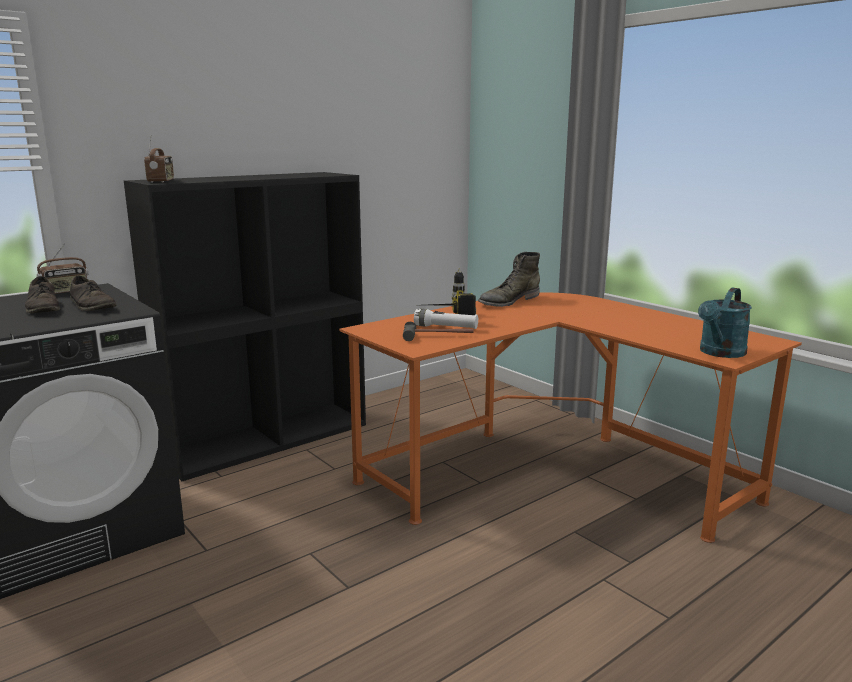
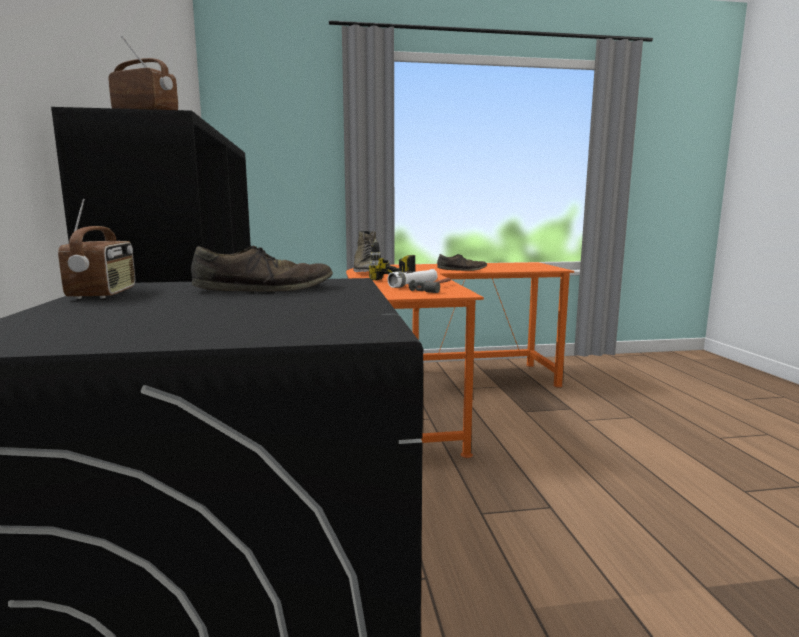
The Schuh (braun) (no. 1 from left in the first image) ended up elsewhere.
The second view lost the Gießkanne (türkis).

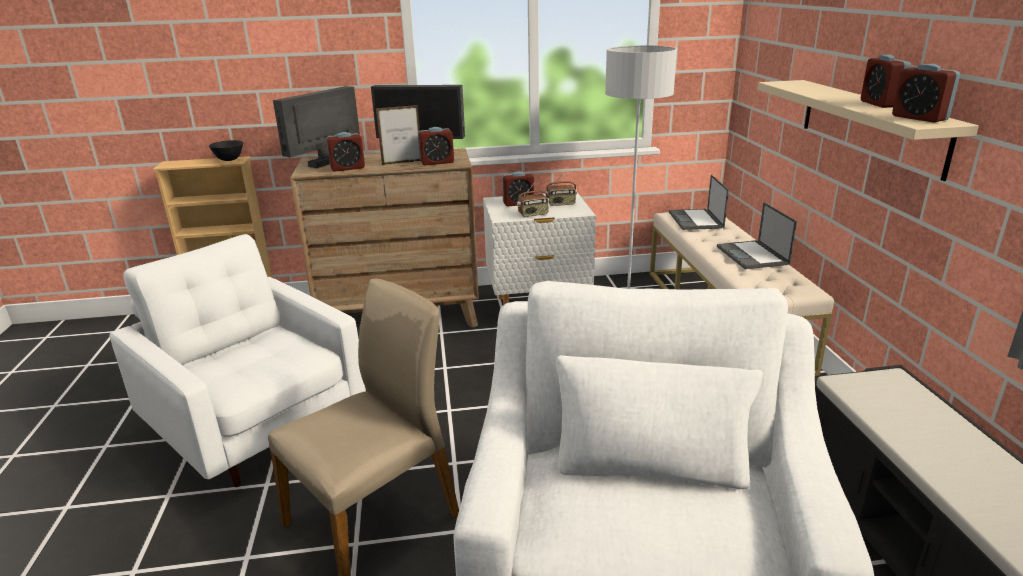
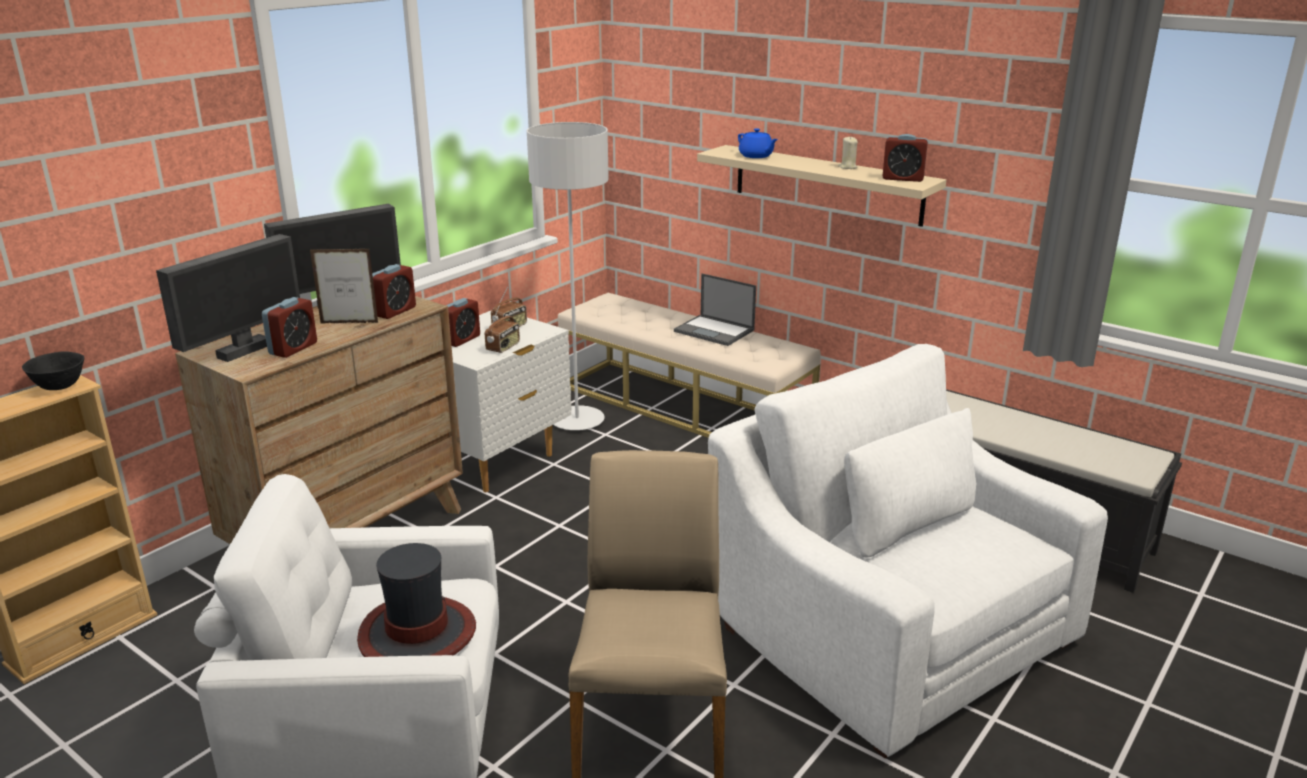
The Monitor (no. 1 from left) ended up facing another way, 135 degrees counterclockwise from before.
The Bilderrahmen ended up facing another way, 60 degrees clockwise from before.
The second view gained the Hut.
The second view gained the Teekanne (blau).
Where the Wecker (no. 4 from left) stood, the Kerze (beige) came to stand.
The second view lost the Laptop (no. 1 from left).

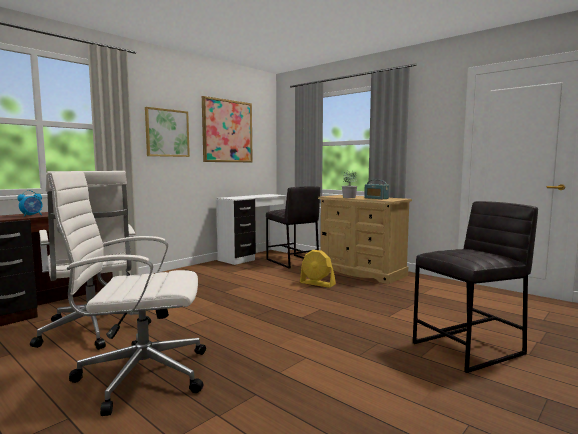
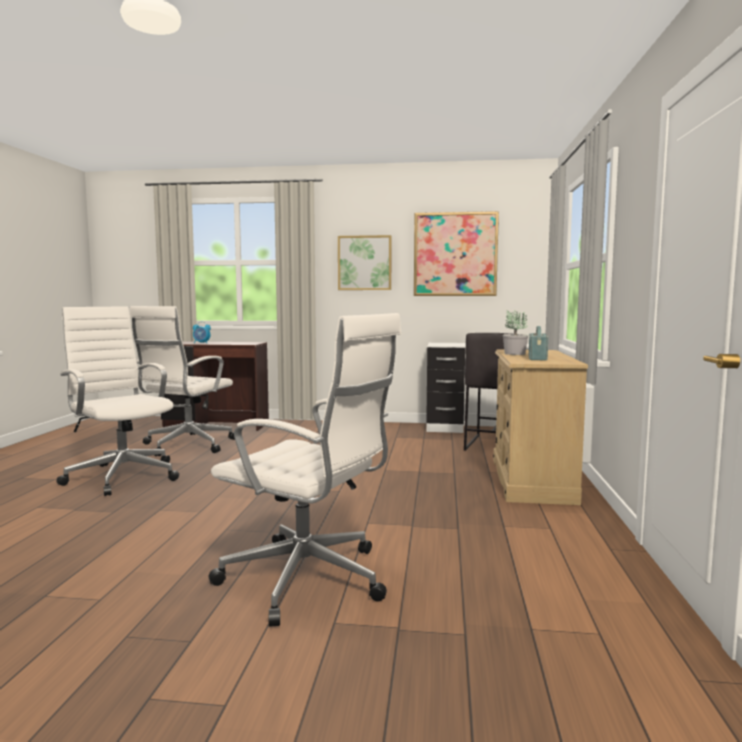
Where the Hocker (grau) (no. 2 from left) stood, the Bürostuhl (weiß) (no. 3 from left) came to stand.
The second view lost the Ventilator (gelb).

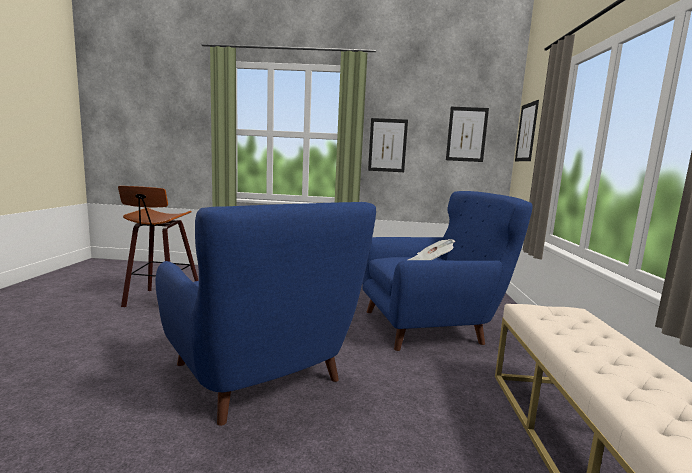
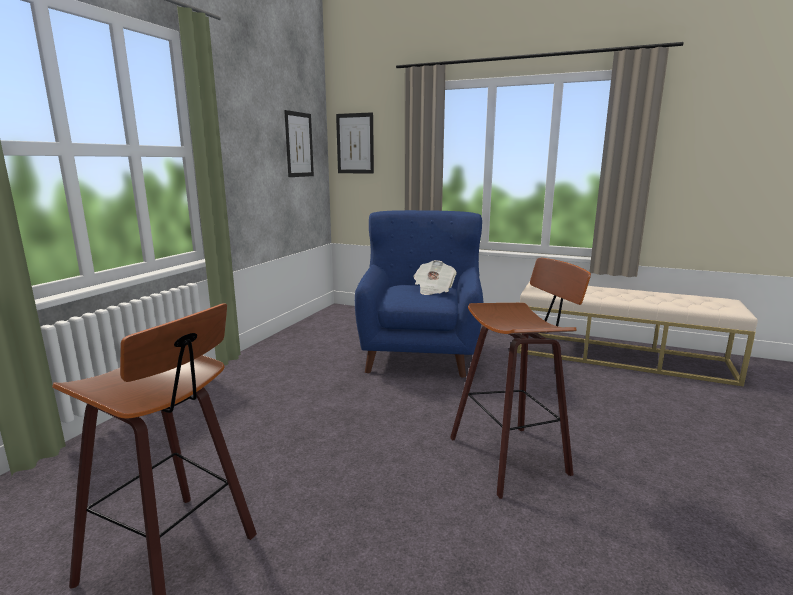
Where the Sessel (blau) (no. 1 from left) stood, the Hocker (no. 2 from left) came to stand.
The second view lost the Bild (no. 1 from left).

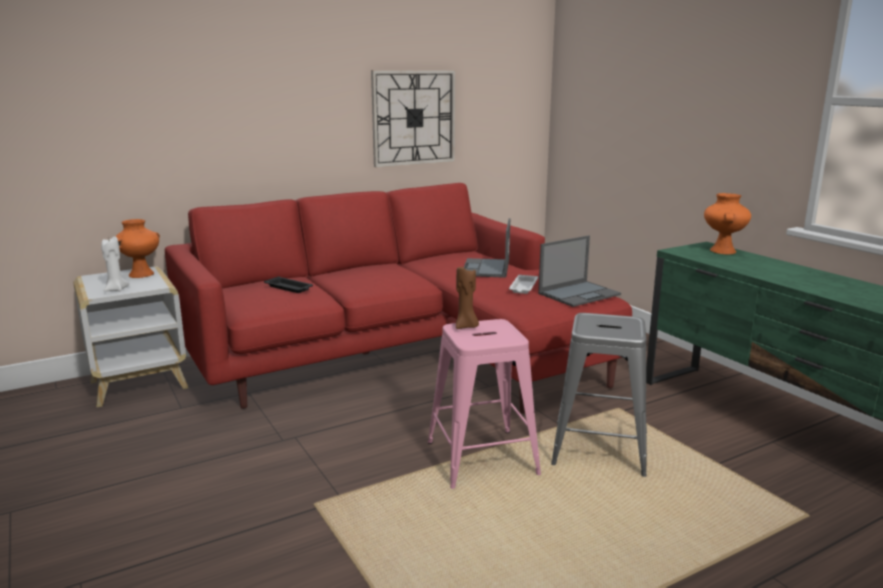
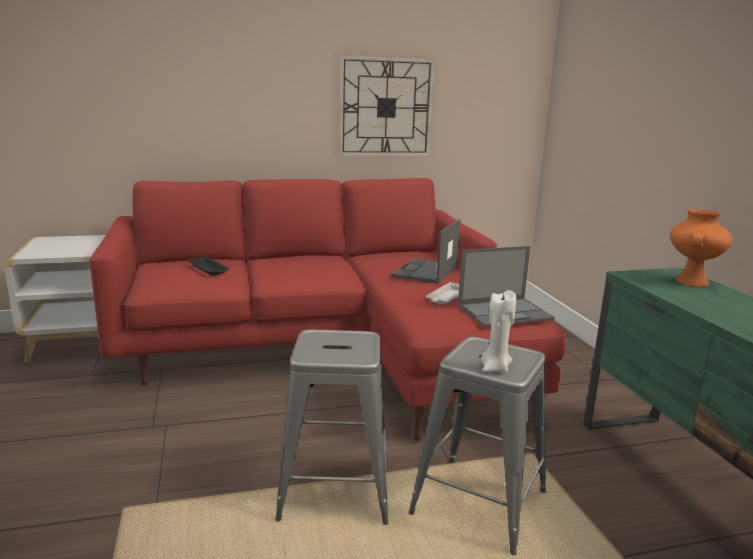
What was the Hocker (rosa) turned into the Hocker (grau) (no. 1 from left).
The Kerze (weiß) ended up elsewhere.
The second view lost the Vase (orange) (no. 1 from left).
The second view lost the Kerze (braun).

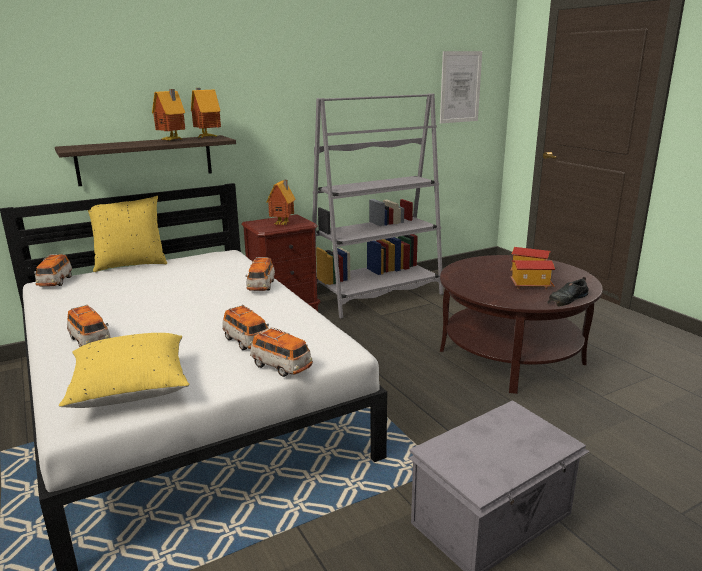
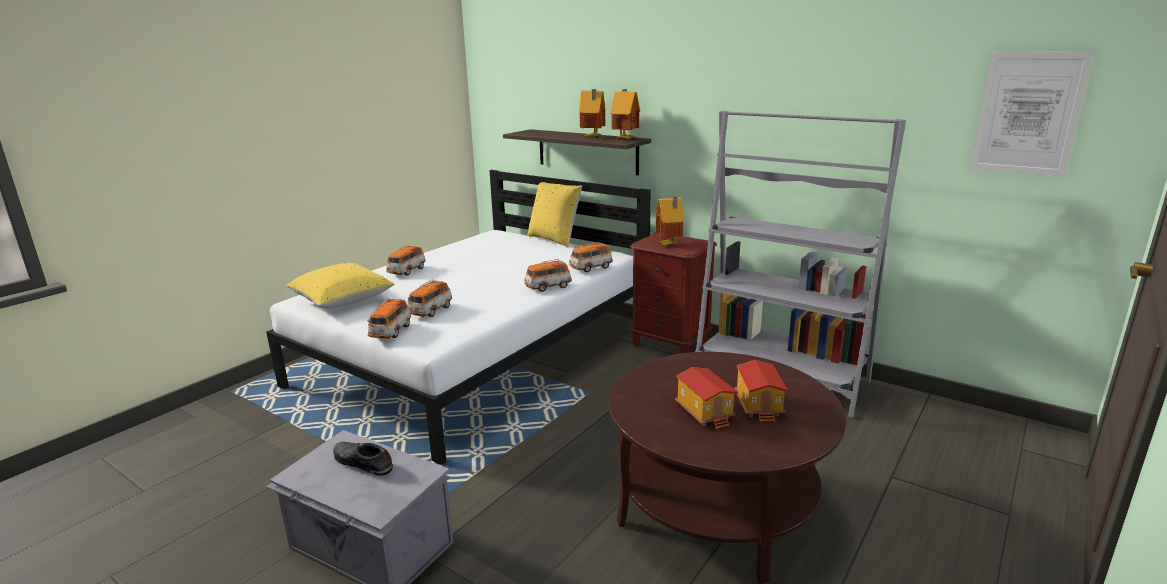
The Schuh (schwarz) ended up elsewhere.
The Spielzeugauto (no. 1 from left in the first image) ended up elsewhere.

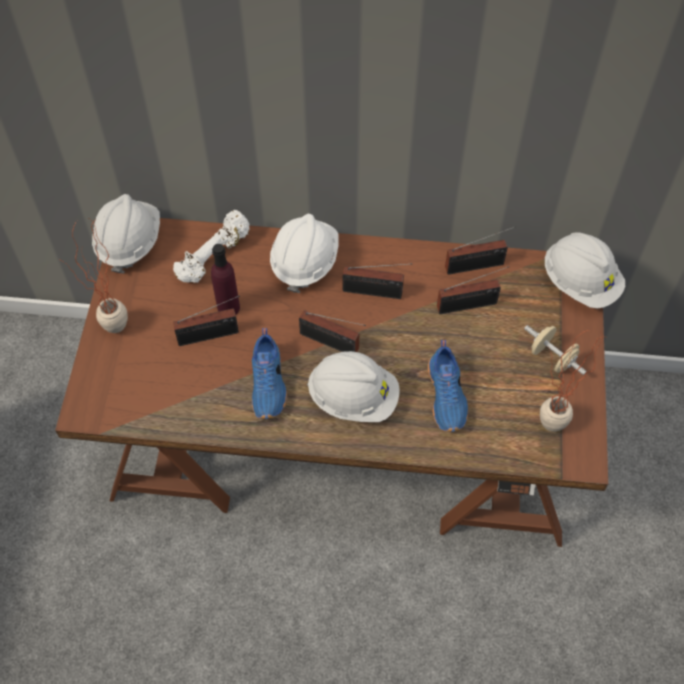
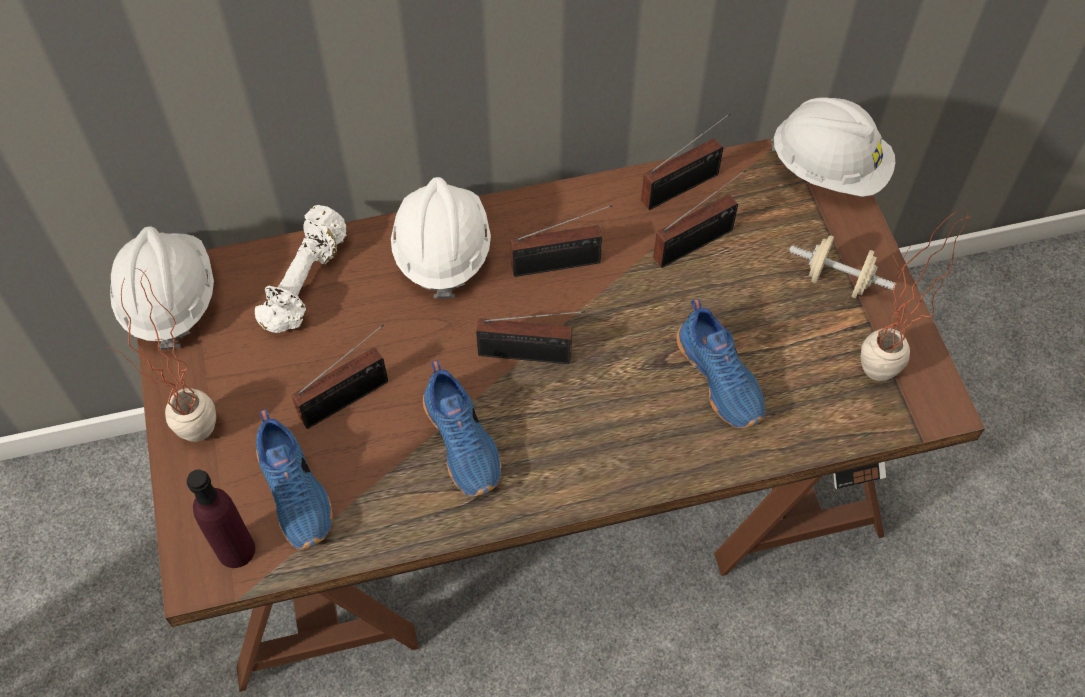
The Flasche (lila) ended up elsewhere.
The second view gained the Schuh (blau) (no. 1 from left).
The second view lost the Schutzhelm (weiß) (no. 3 from left).

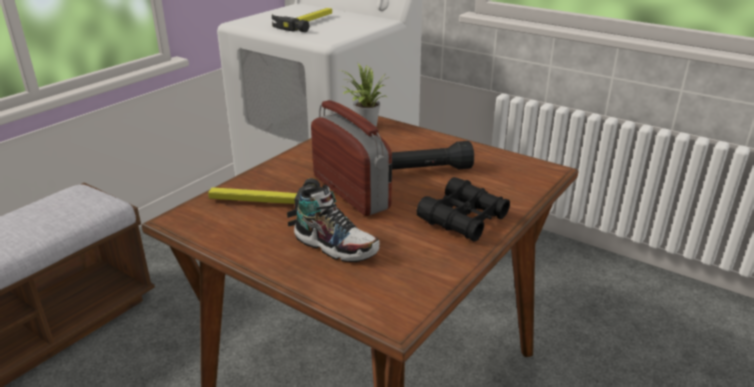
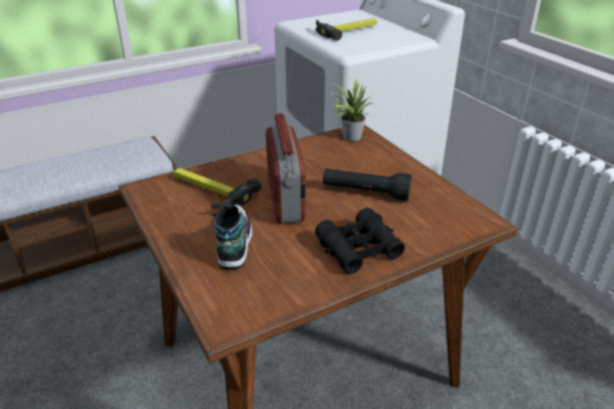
The Schuh ended up facing another way, 150 degrees counterclockwise from before.

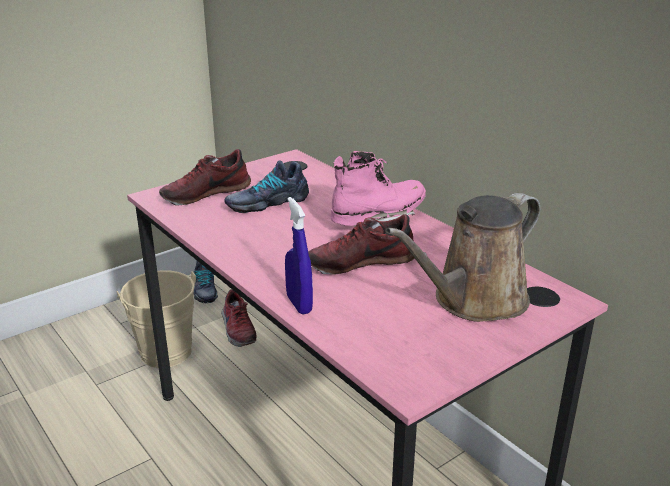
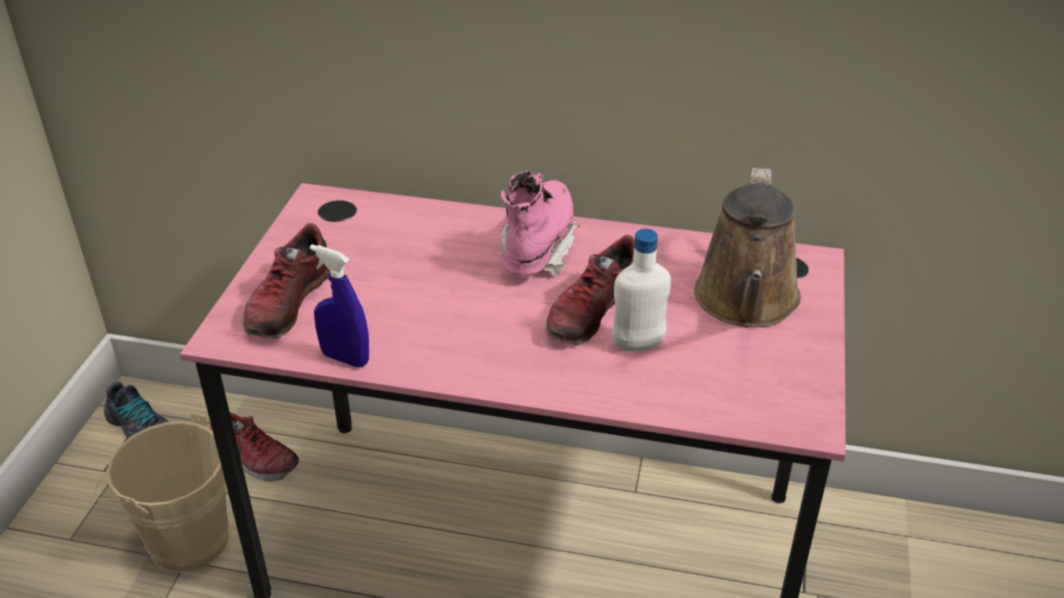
The Sprühflasche (blau) ended up elsewhere.
The second view gained the Flasche (weiß).
The second view lost the Schuh (no. 4 from left).

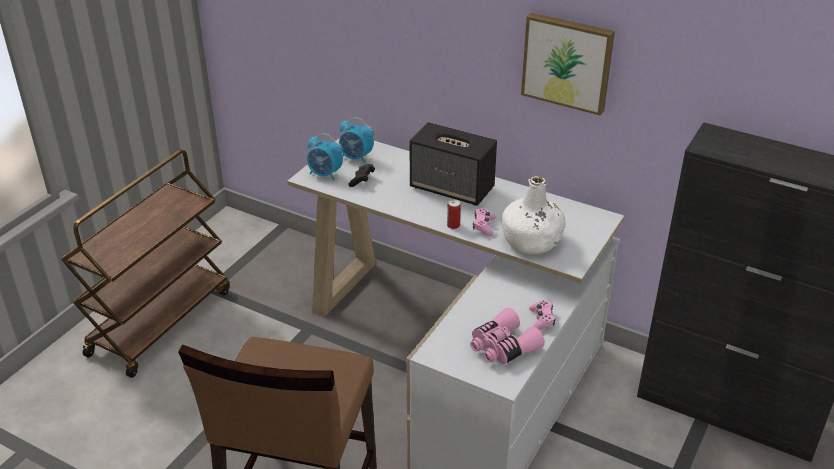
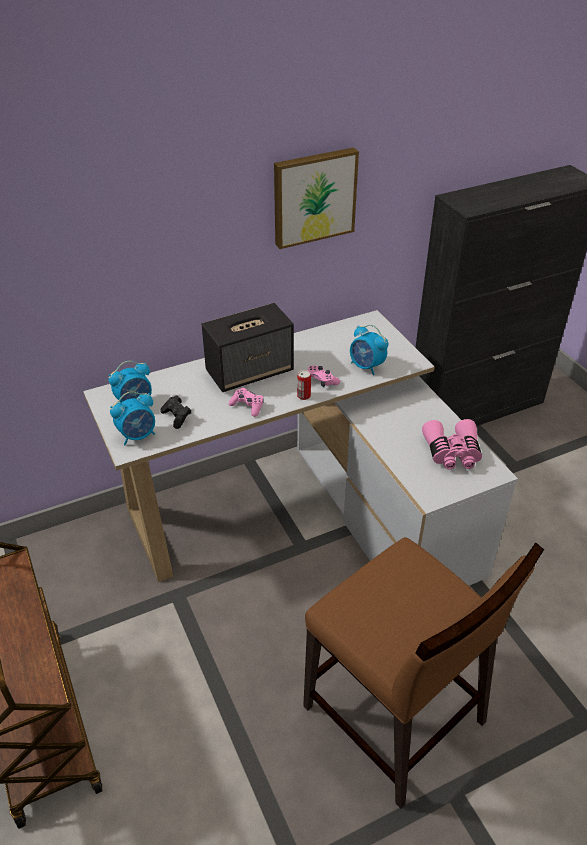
The Gamepad (rosa) (no. 2 from left in the first image) ended up elsewhere.
Where the Flasche (weiß) stood, the Wecker (no. 3 from left) came to stand.

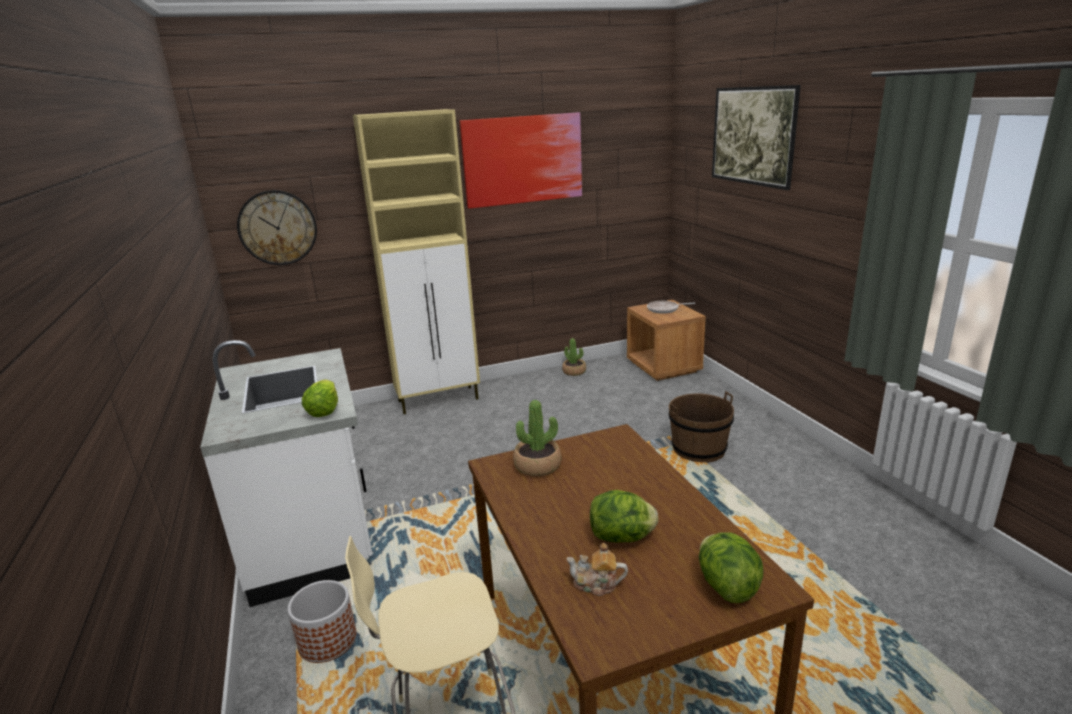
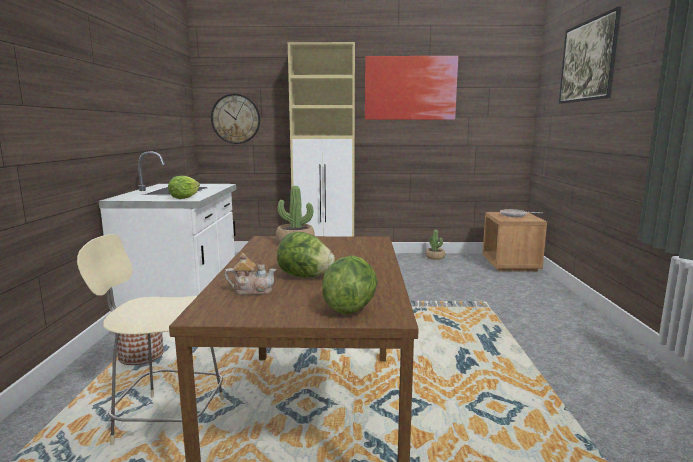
The Teekanne ended up facing another way, 150 degrees clockwise from before.
The second view lost the Eimer (braun).

